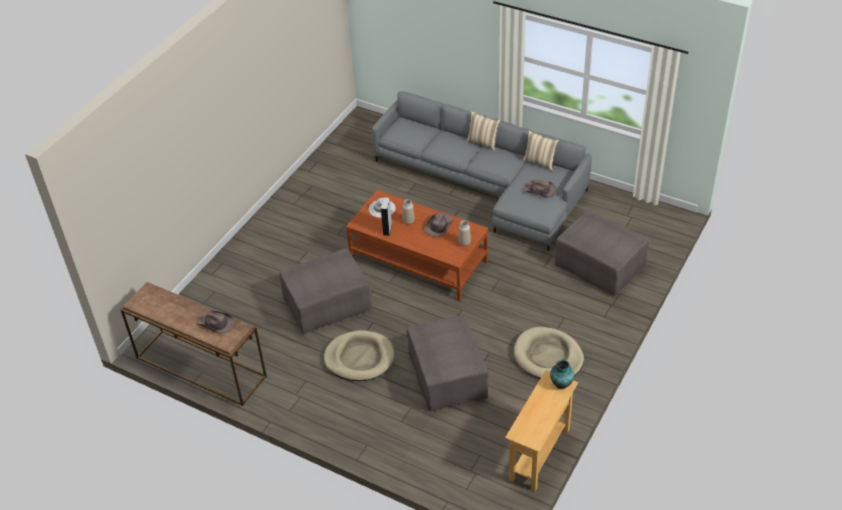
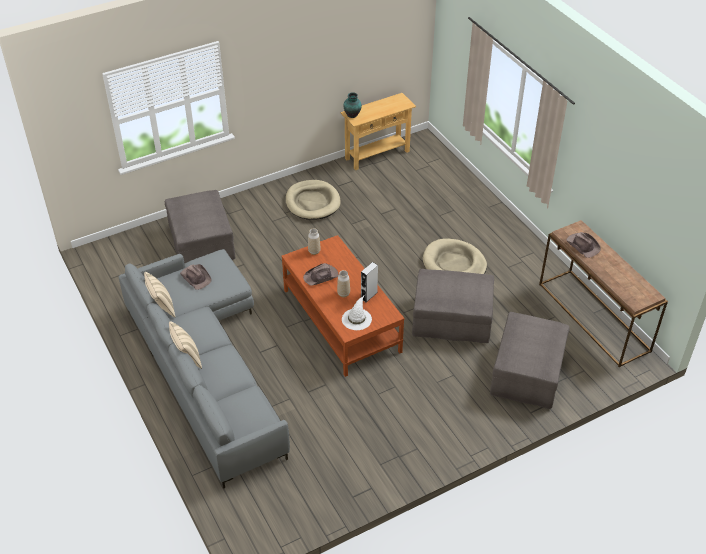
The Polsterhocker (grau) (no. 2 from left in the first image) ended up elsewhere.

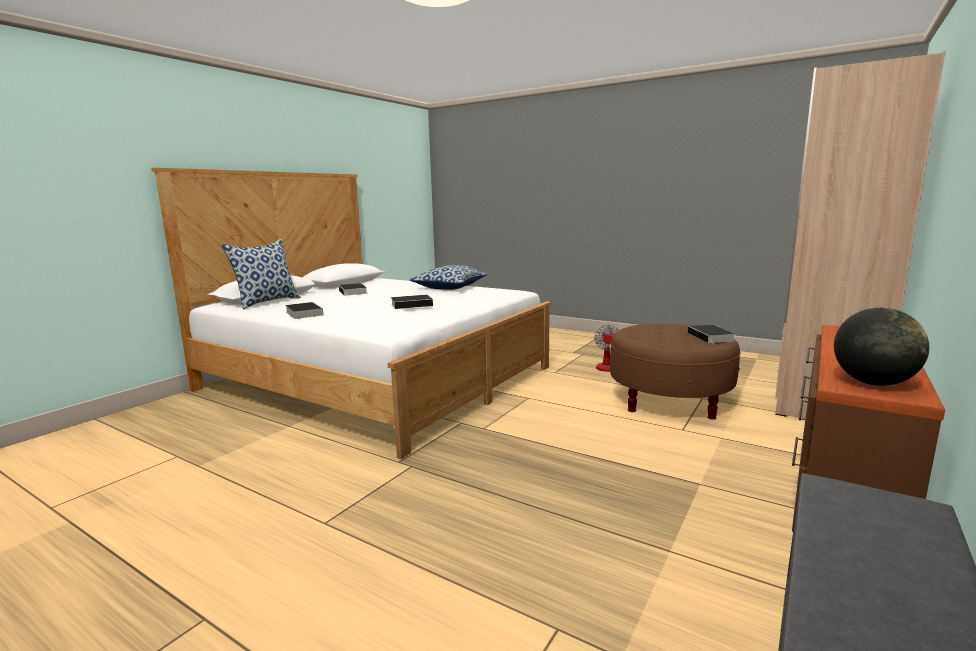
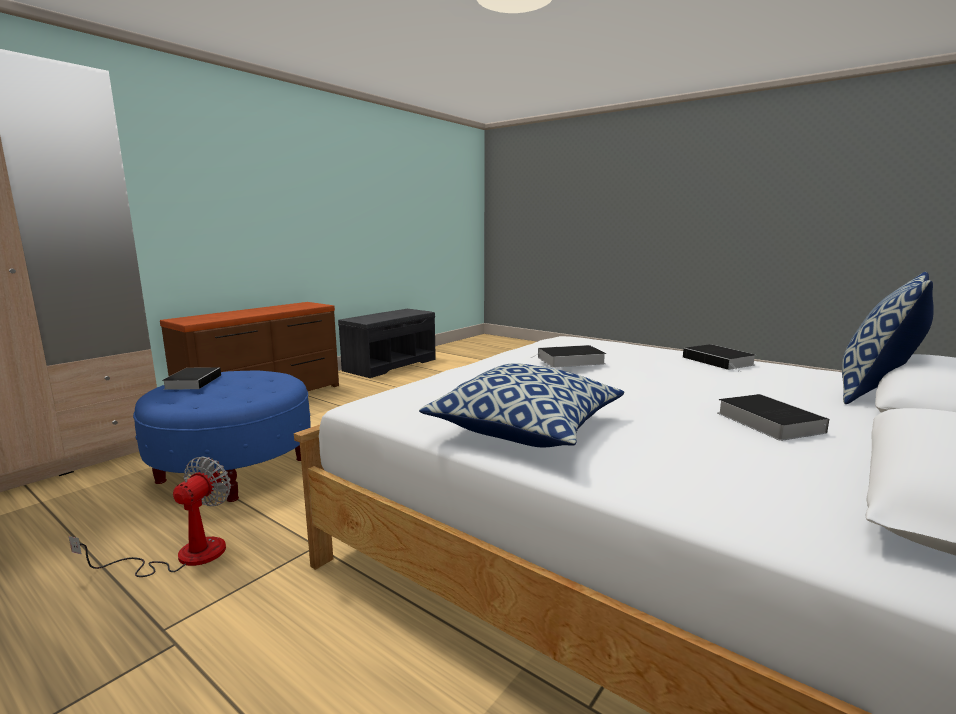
What was the Polsterhocker (braun) turned into the Polsterhocker (blau).
The second view lost the Globus.

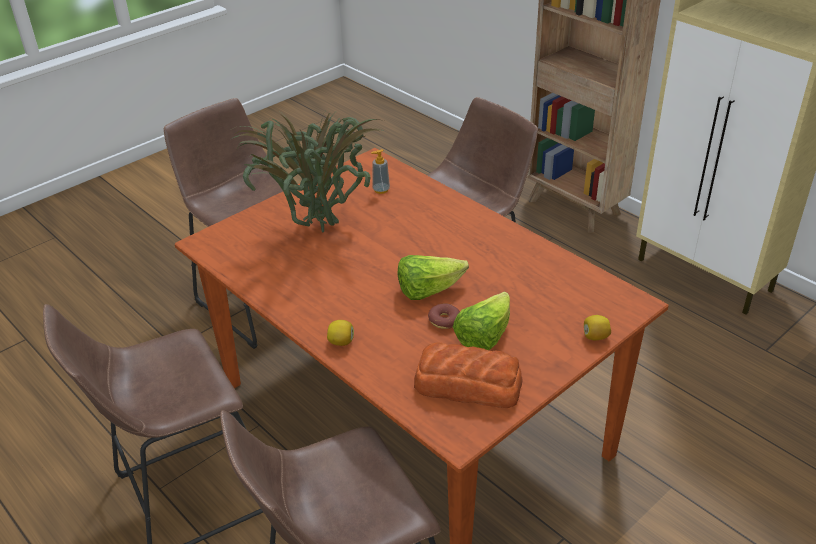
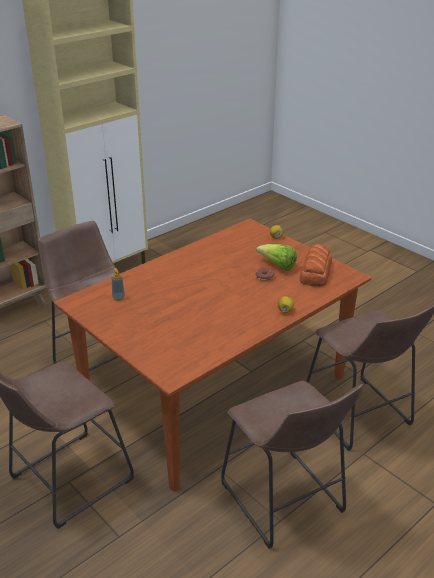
The second view lost the Topfpflanze.
The second view lost the Salatkopf (no. 1 from left).

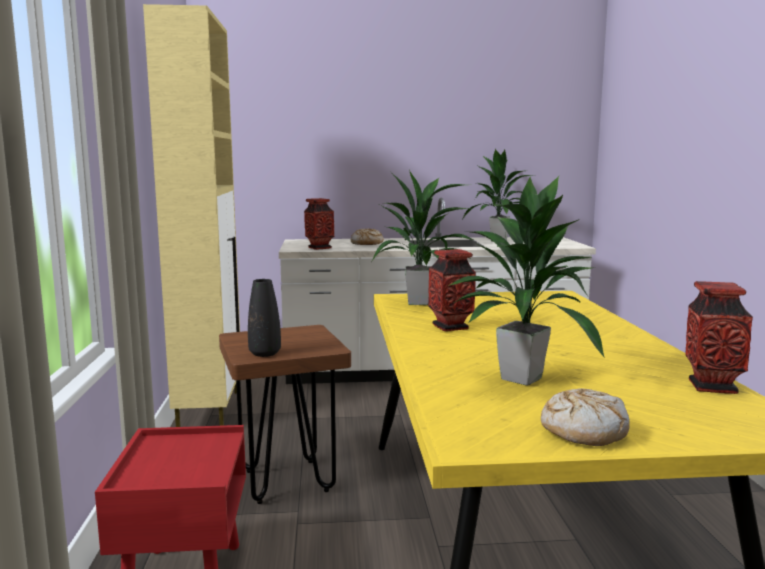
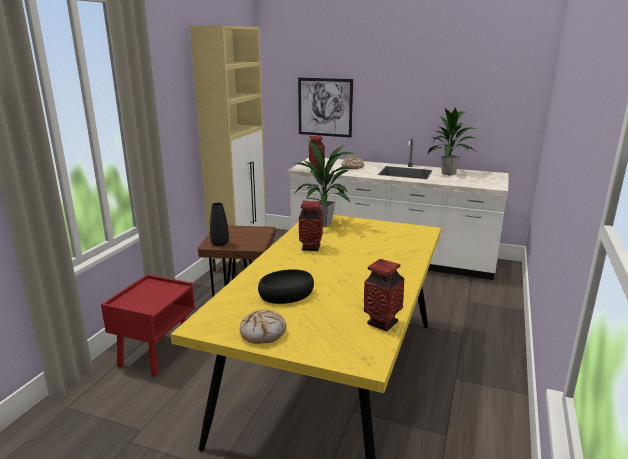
Where the Topfpflanze (no. 3 from left) stood, the Schüssel (schwarz) came to stand.
The second view gained the Bild.

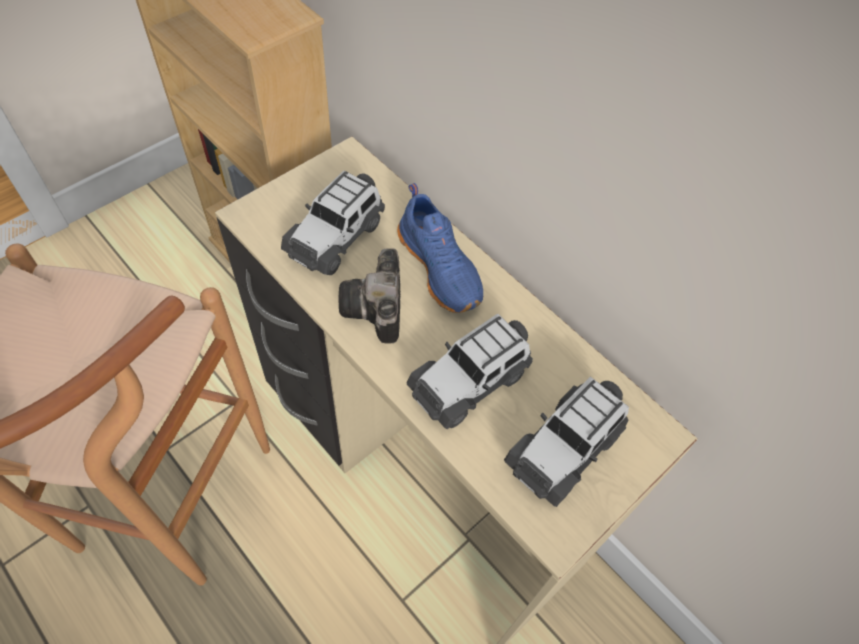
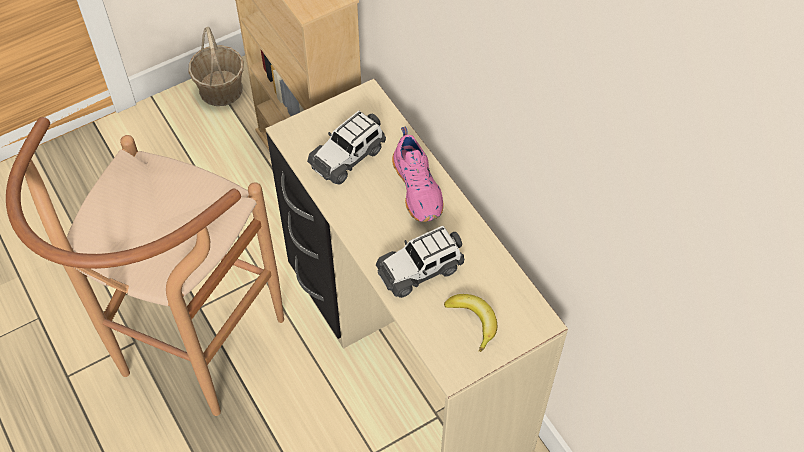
The second view gained the Korb.
What was the Schuh (blau) turned into the Schuh (rosa).
Where the Spielzeugauto (no. 3 from left) stood, the Banane came to stand.
The second view lost the Kamera.

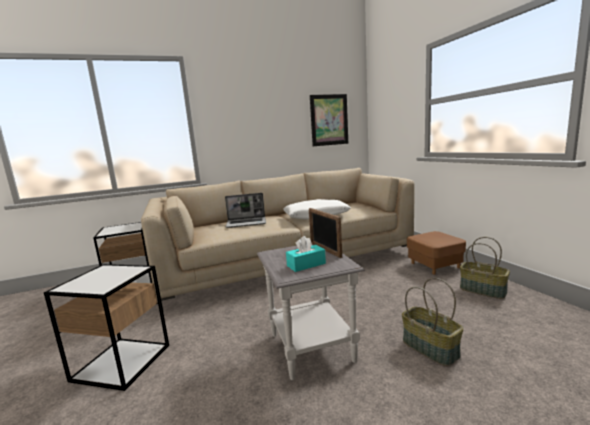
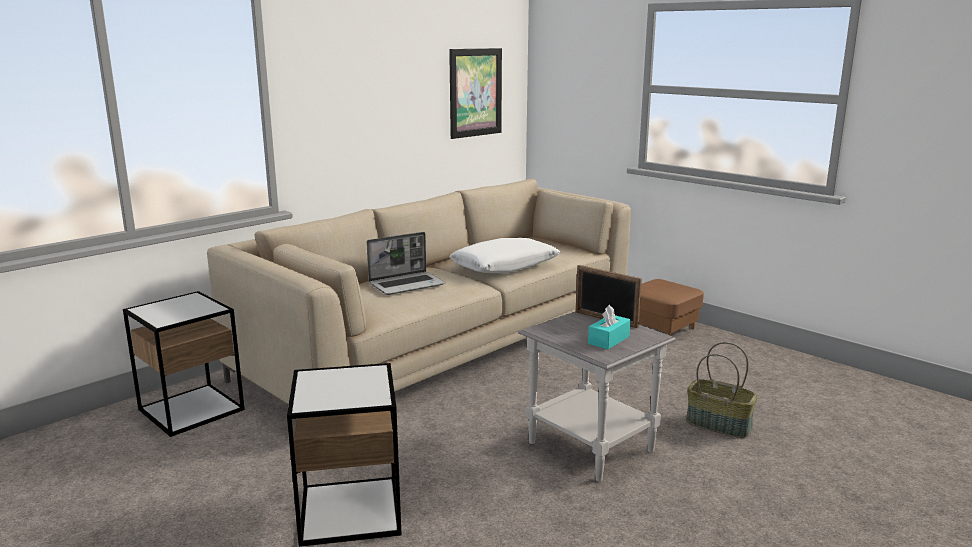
The second view lost the Korb (no. 2 from left).

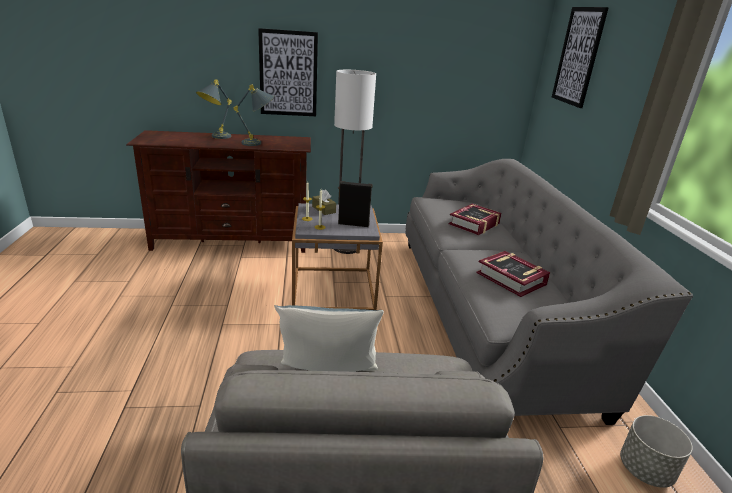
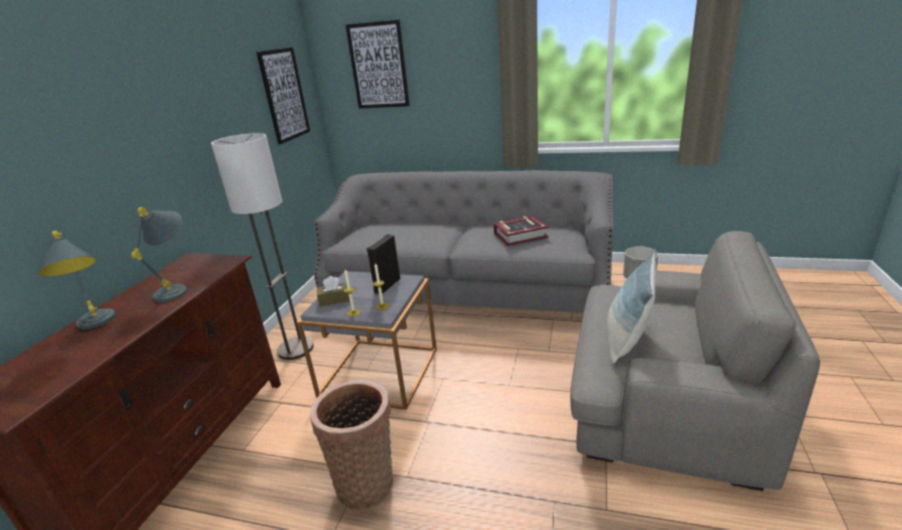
The Bild (no. 1 from left) ended up elsewhere.
The second view gained the Korb.
The second view lost the Buch (no. 1 from left).

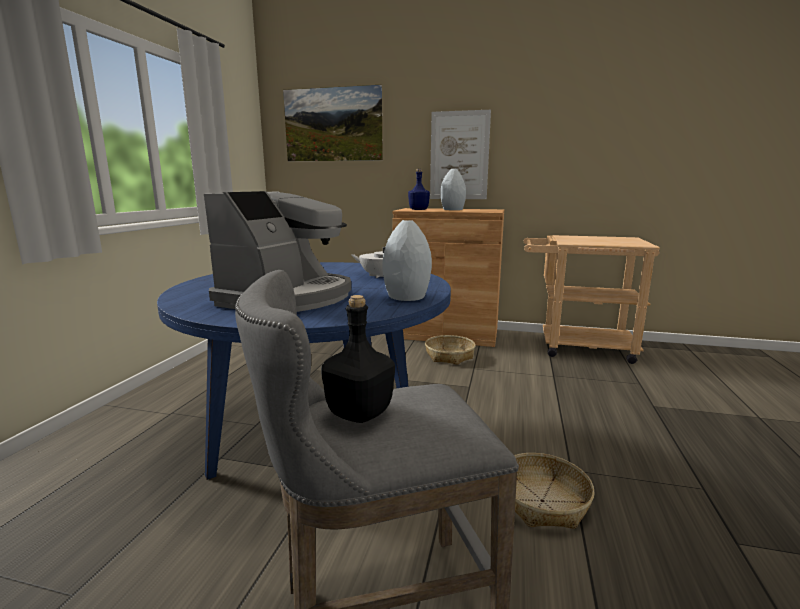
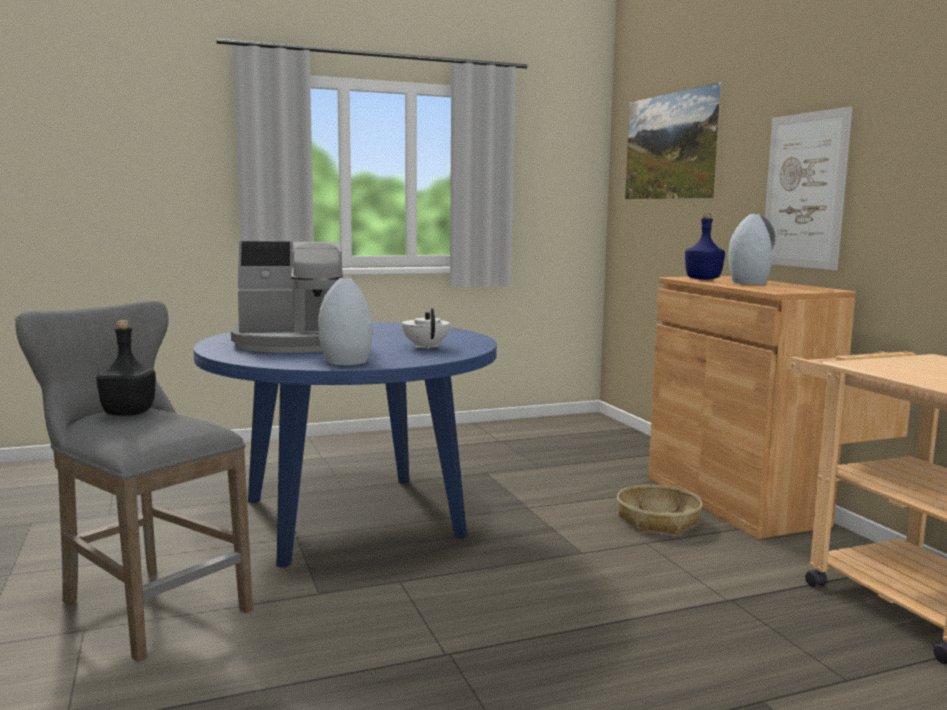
The second view lost the Korb (no. 2 from left).

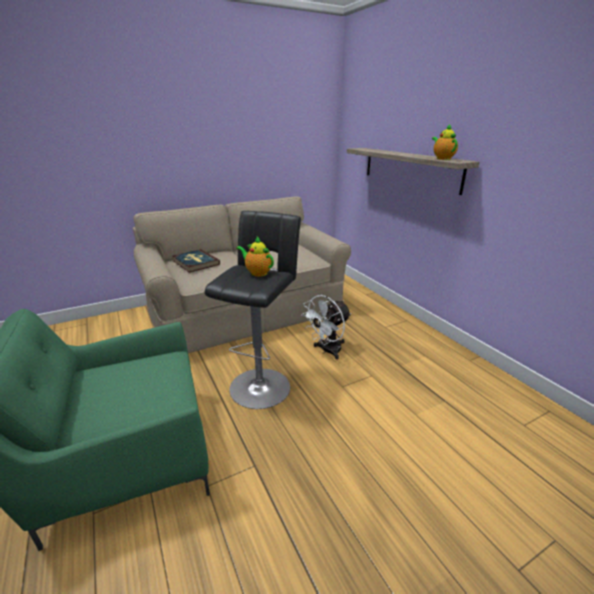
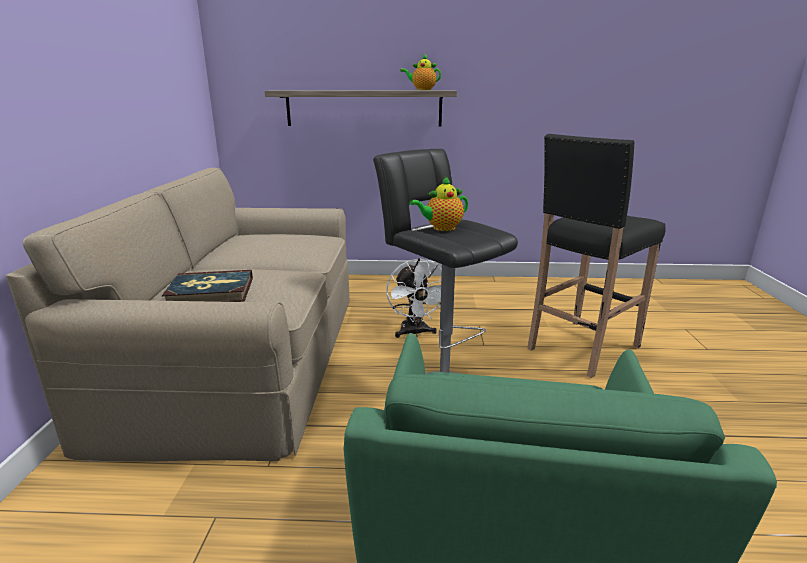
The second view gained the Hocker (schwarz) (no. 2 from left).

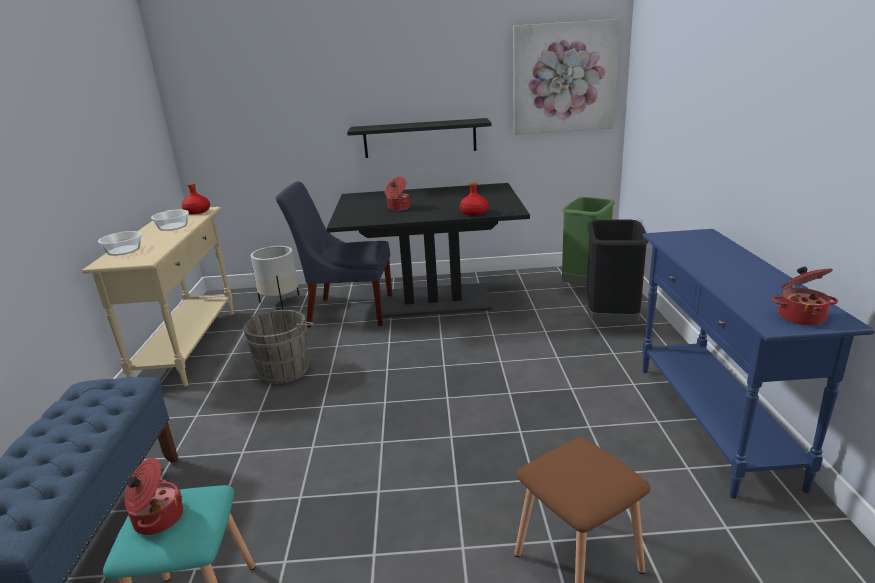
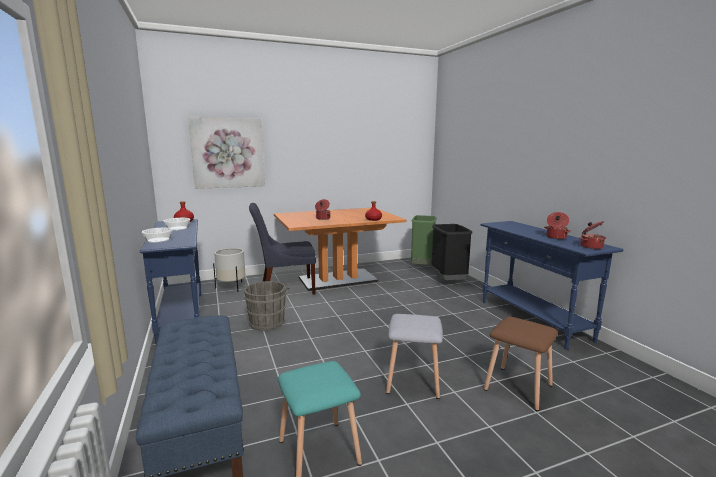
What was the Konsolentisch (beige) turned into the Konsolentisch (blau) (no. 1 from left).
The Bild ended up elsewhere.
What was the Esstisch (schwarz) turned into the Esstisch (orange).
The second view gained the Hocker (grau).
The Kochtopf (no. 1 from left in the first image) ended up elsewhere.
The second view lost the Wandregal (schwarz).

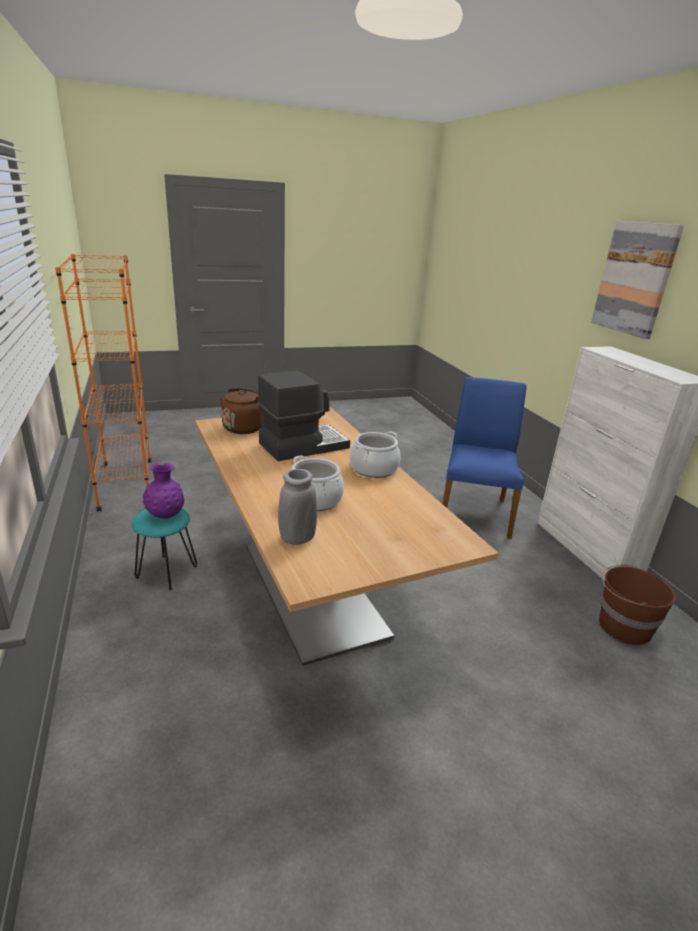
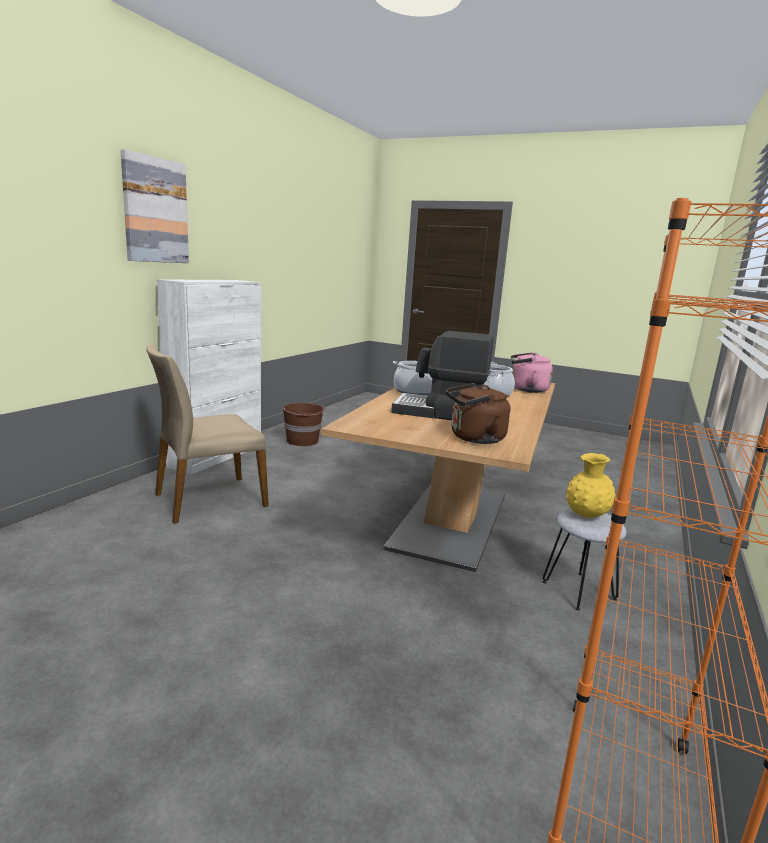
What was the Stuhl (blau) turned into the Stuhl (beige).
Where the Vase (grau) stood, the Wasserkessel (rosa) came to stand.
What was the Hocker (türkis) turned into the Hocker (grau).
What was the Vase (lila) turned into the Vase (gelb).

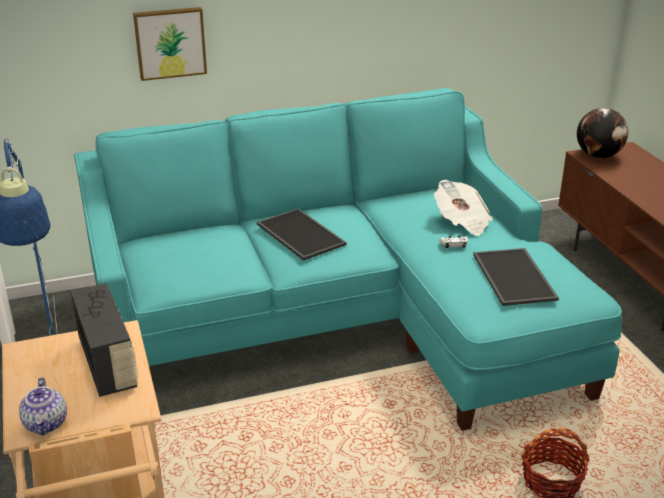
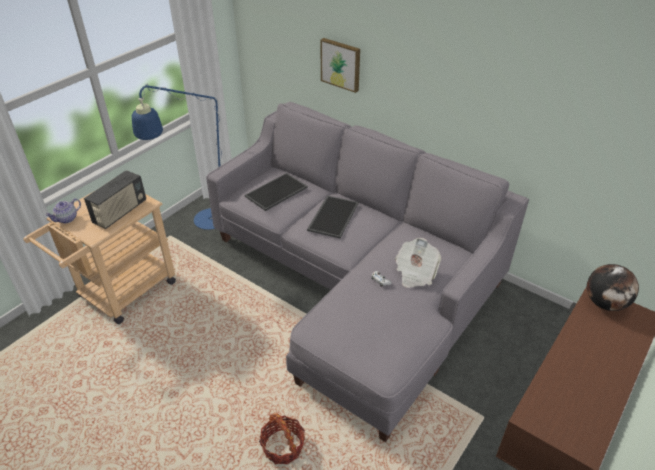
What was the Sofa (türkis) turned into the Sofa (grau).
The Tablett (no. 2 from left in the first image) ended up elsewhere.

